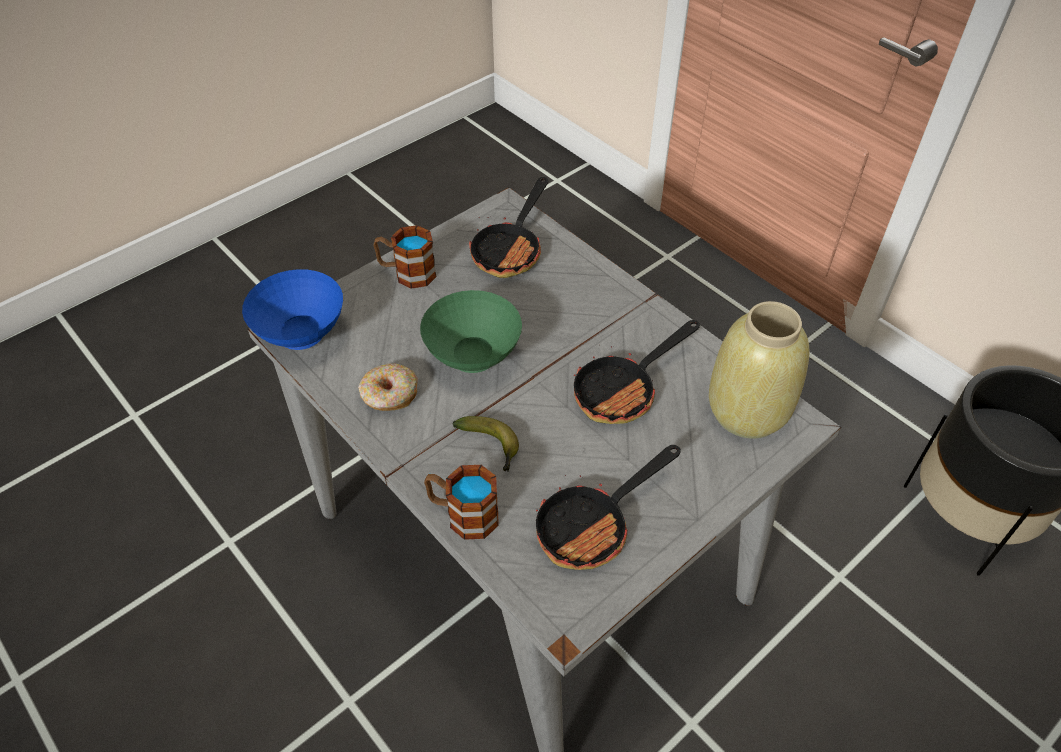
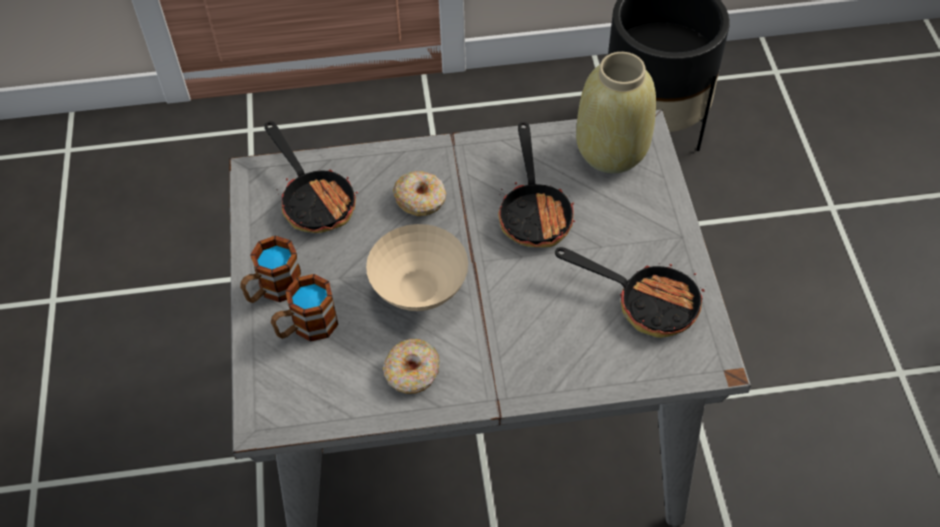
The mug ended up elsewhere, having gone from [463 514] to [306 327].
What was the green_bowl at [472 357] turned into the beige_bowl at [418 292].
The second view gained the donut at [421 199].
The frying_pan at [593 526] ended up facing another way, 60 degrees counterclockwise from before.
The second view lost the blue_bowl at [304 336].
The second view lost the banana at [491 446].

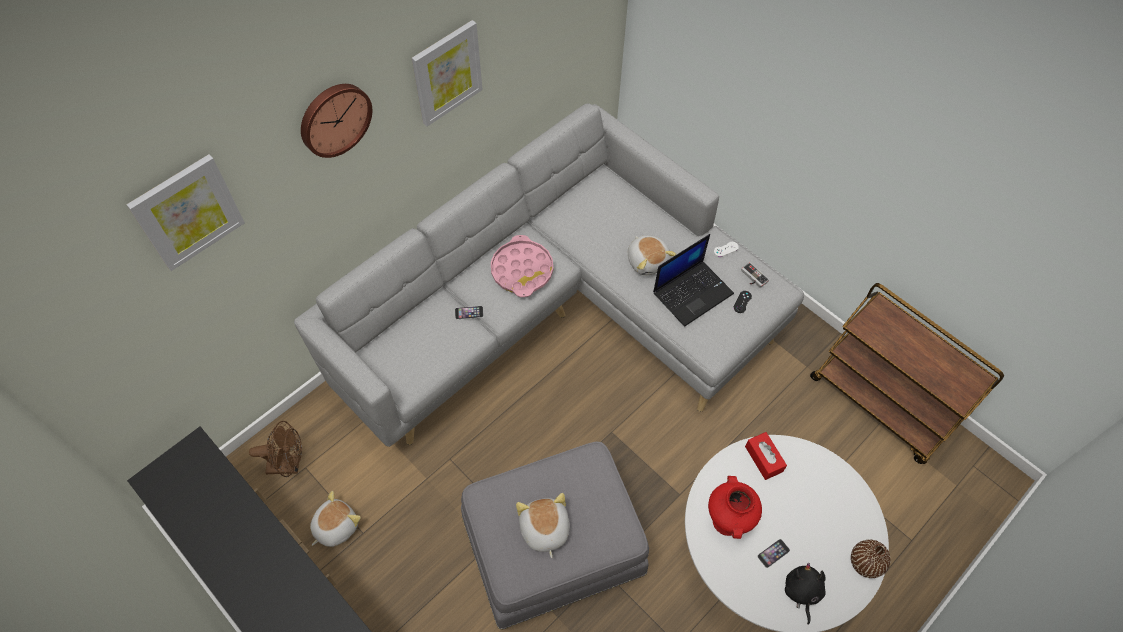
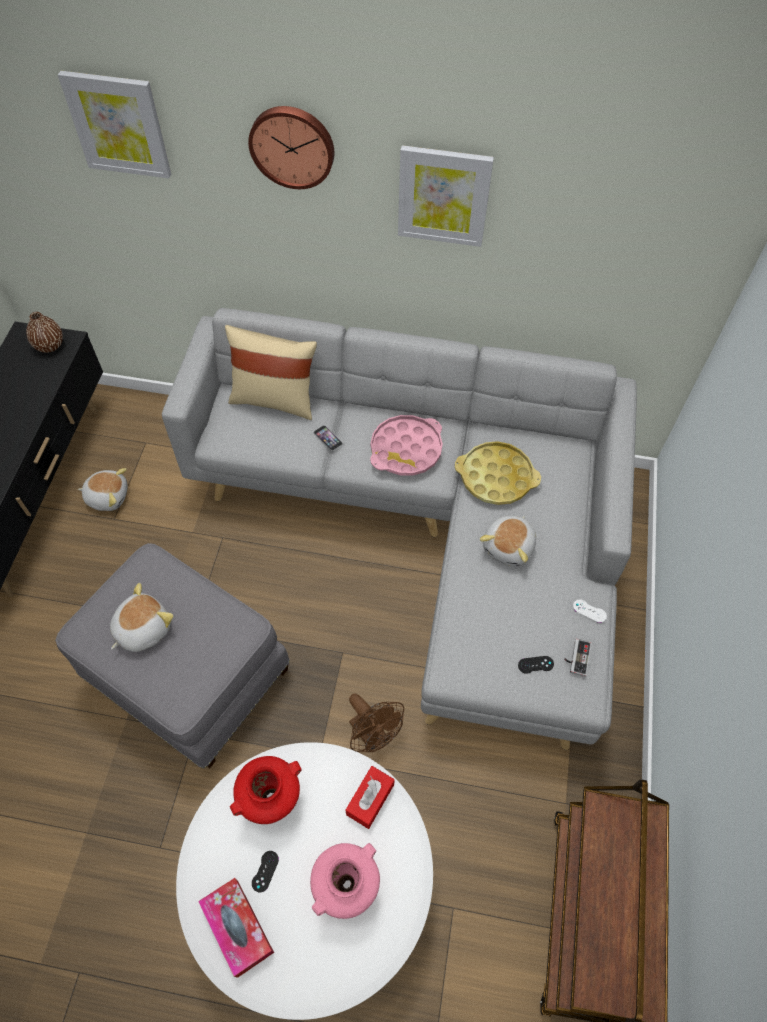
The brown_vase ended up elsewhere, having gone from [865 563] to [49 345].
Where the black_plush_toy stood at [802 592], the tissue_box came to stand at [238 928].
The second view gained the beige_pillow at [275 399].
Where the phone stood at [773 553], the black_game_controller came to stand at [265 871].
The second view gained the pink_vase at [346 888].
The brown_fan ended up elsewhere, having gone from [289 465] to [373 735].
The second view gained the yellow_tray at [496 477].
The second view lost the laptop at [693 292].

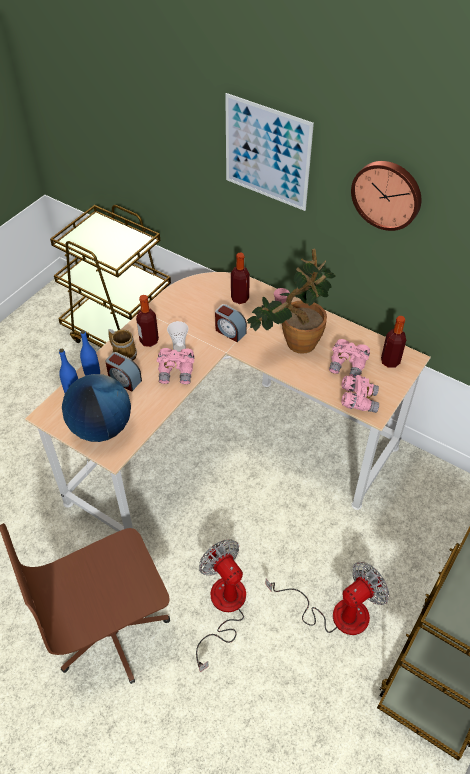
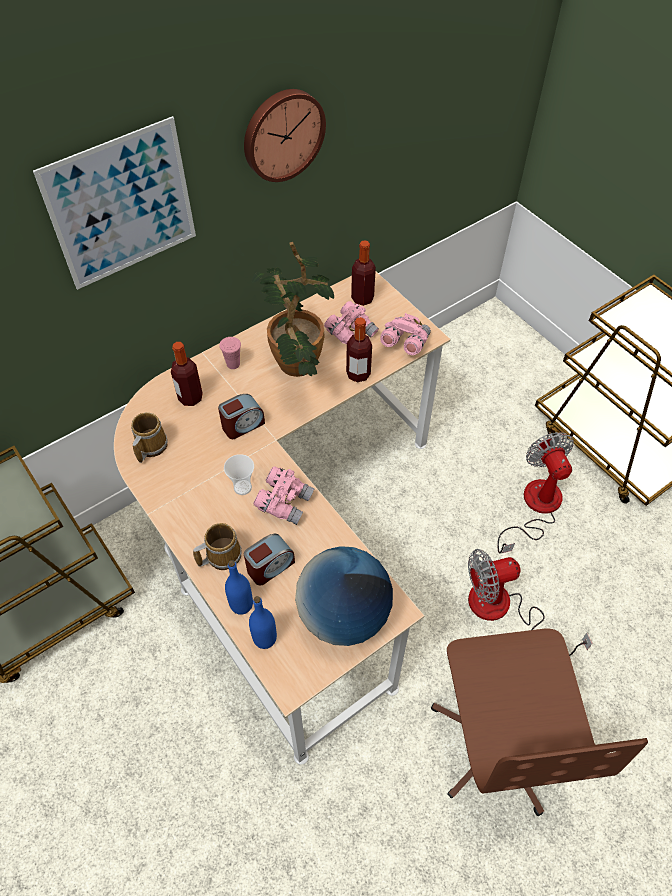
The second view gained the mug at [150 446].
The bottle ended up elsewhere, having gone from [149 341] to [358 374].

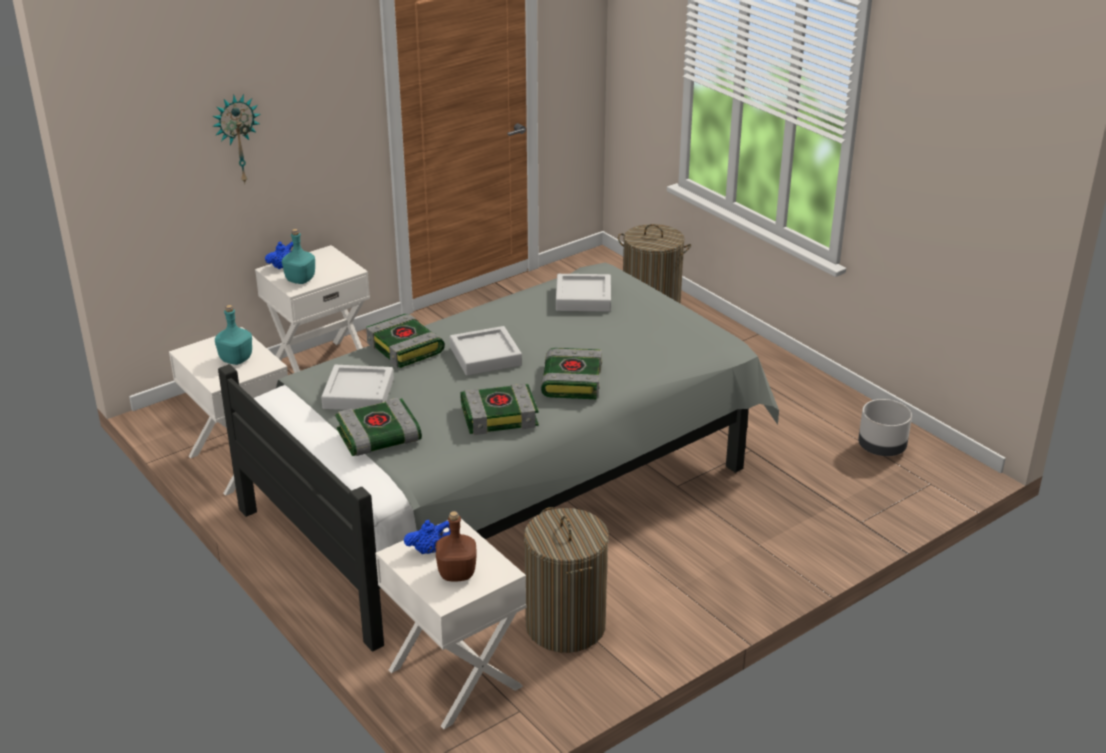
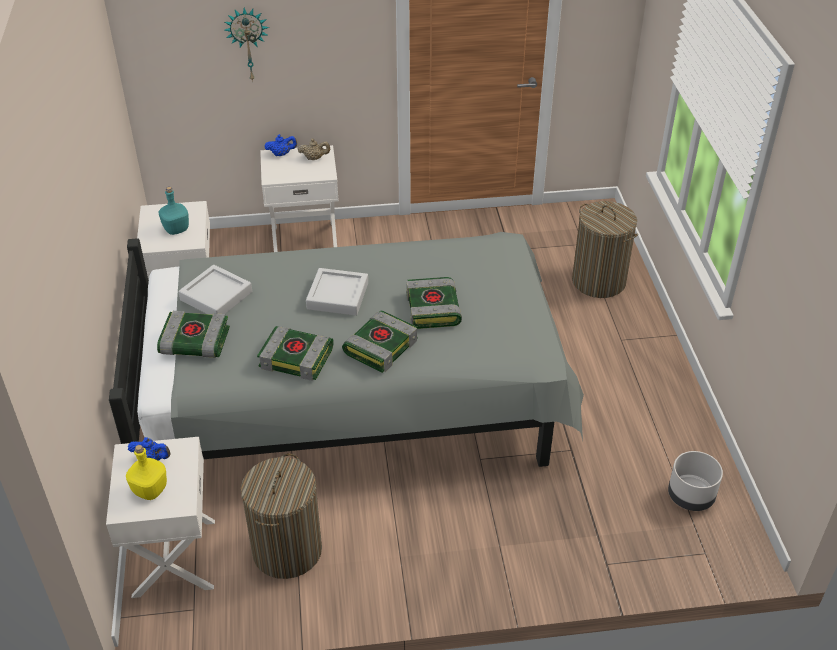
What was the brown_bottle at [456 573] turned into the yellow_bottle at [150 489].
The second view gained the beige_teapot at [314 158].
The book ended up elsewhere, having gone from [406 348] to [434 309].
The second view lost the turquoise_bottle at [300 279].
The second view lost the grey_tray at [583 298].

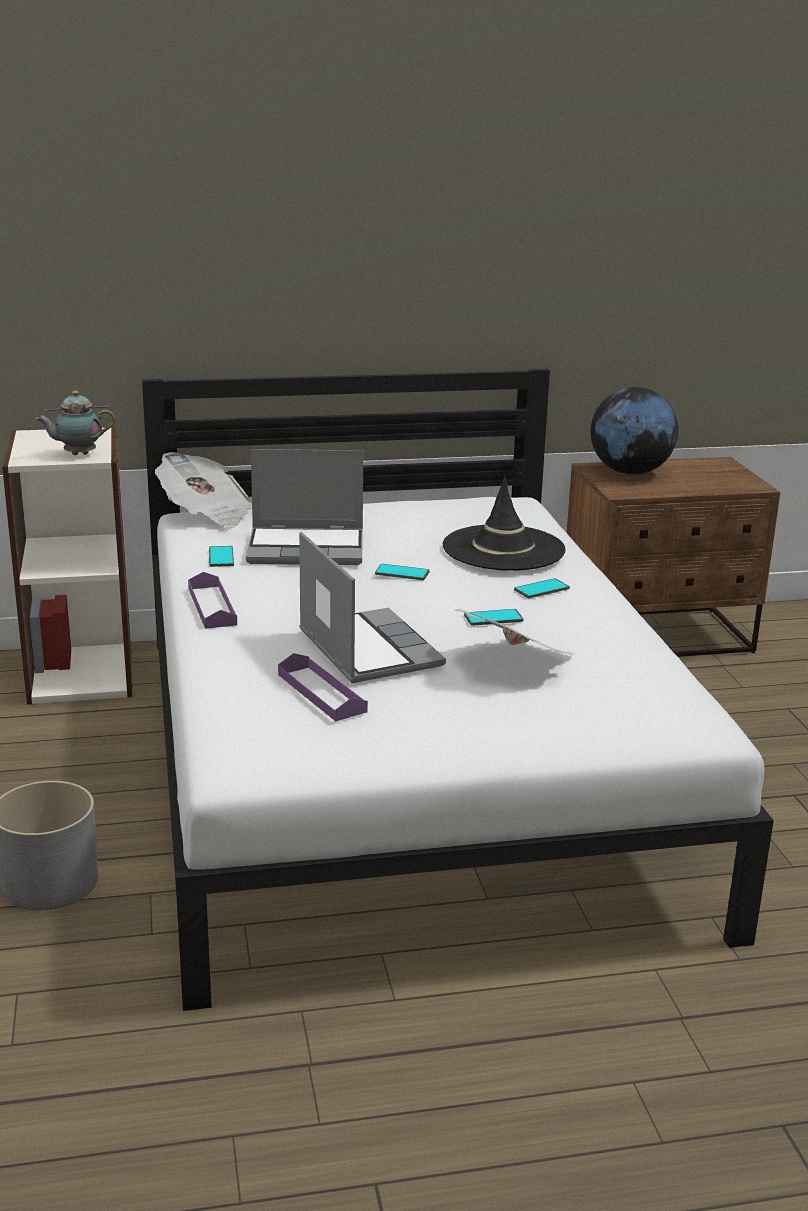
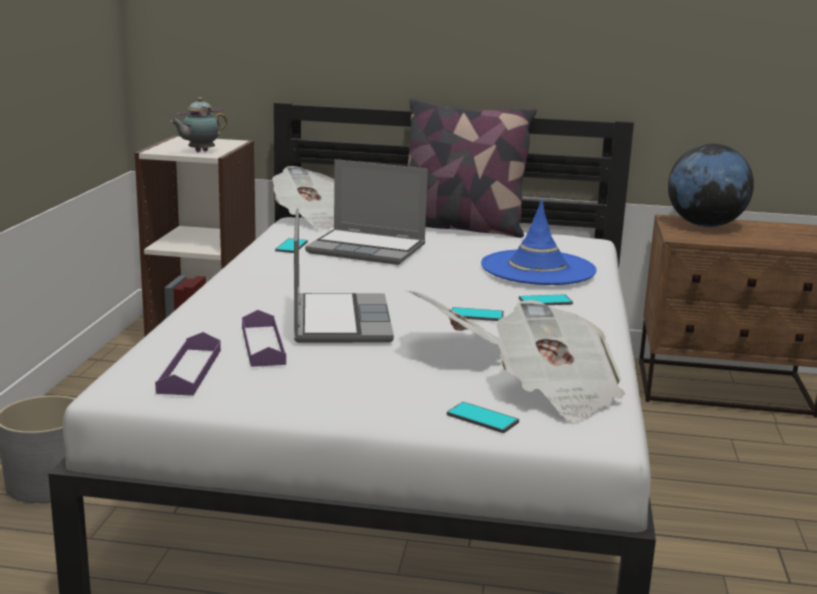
The purple_tray ended up elsewhere, having gone from [212 606] to [189 371].
The teapot at [77 454] ended up facing another way, 45 degrees counterclockwise from before.
The second view gained the pillow at [460 228].
The phone ended up elsewhere, having gone from [402 573] to [482 418].
What was the black_hat at [503 549] turned into the blue_hat at [538 268].
The second view gained the newspaper at [557 392].

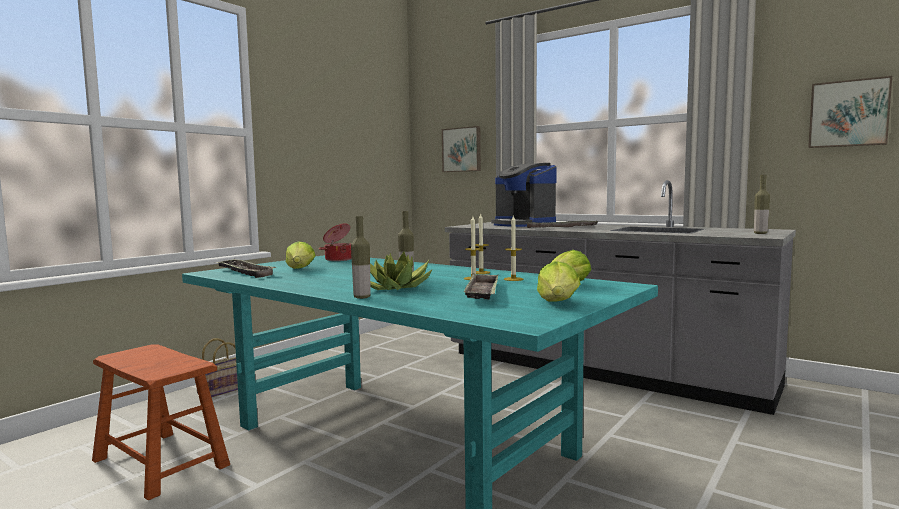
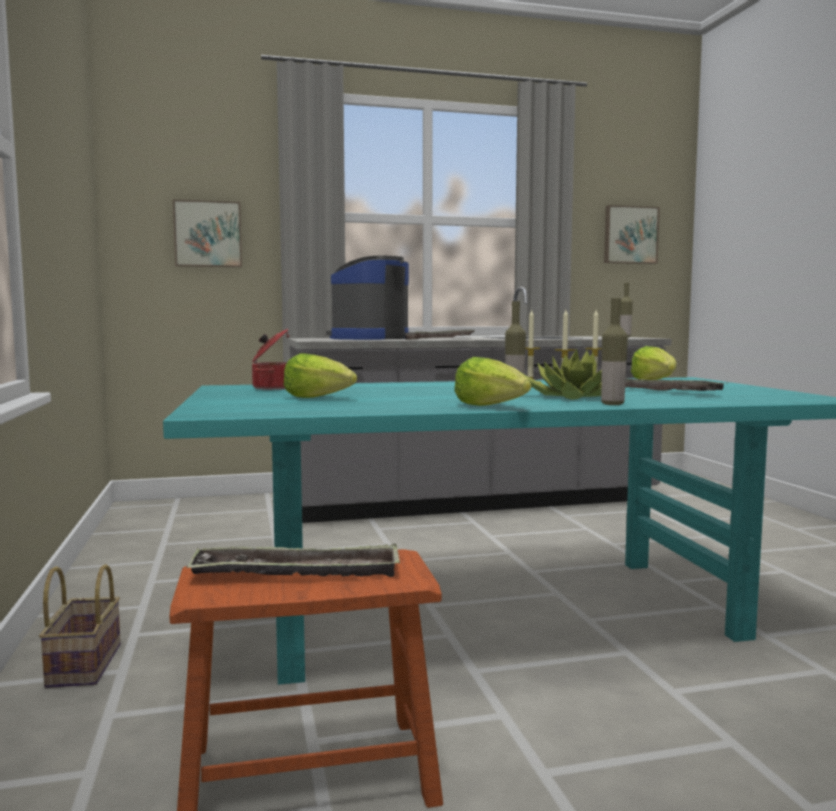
The tray ended up elsewhere, having gone from [244 272] to [297 572].
The coffee_machine at [523 224] ended up facing another way, 120 degrees clockwise from before.
The lettuce ended up elsewhere, having gone from [558 303] to [492 406].

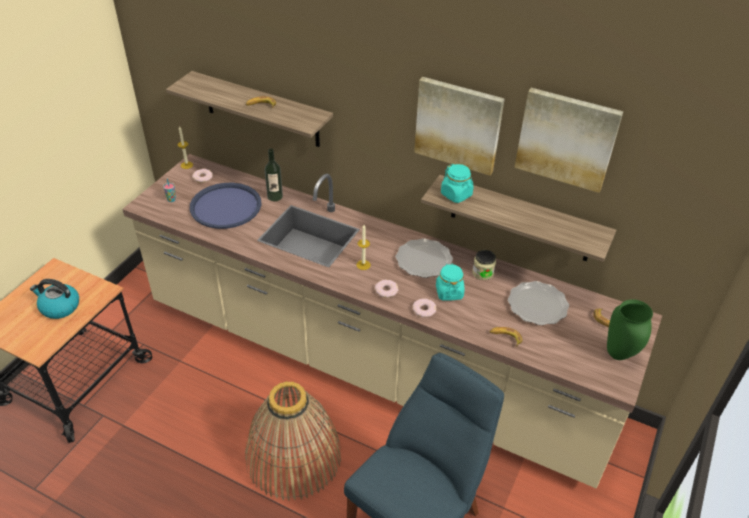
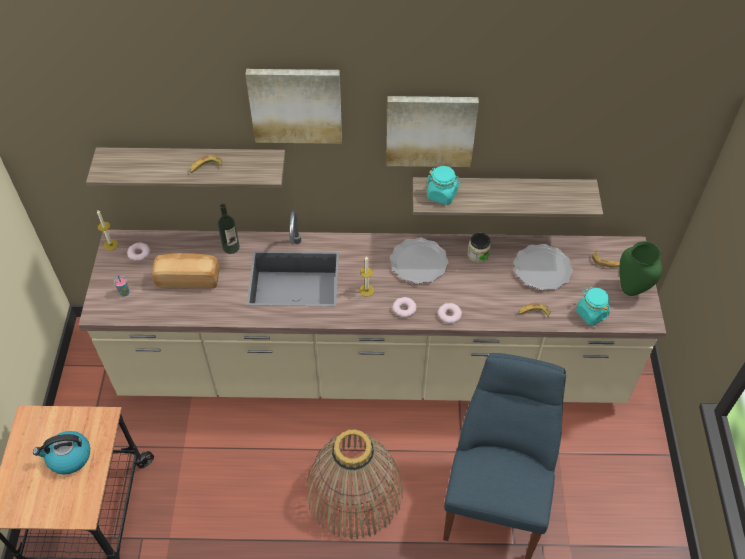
Where the blue_tray stood at [226 206], the bread came to stand at [188 278].
The picture ended up elsewhere, having gone from [567 139] to [296 104].
The turquoise_jar ended up elsewhere, having gone from [449 292] to [591 313].

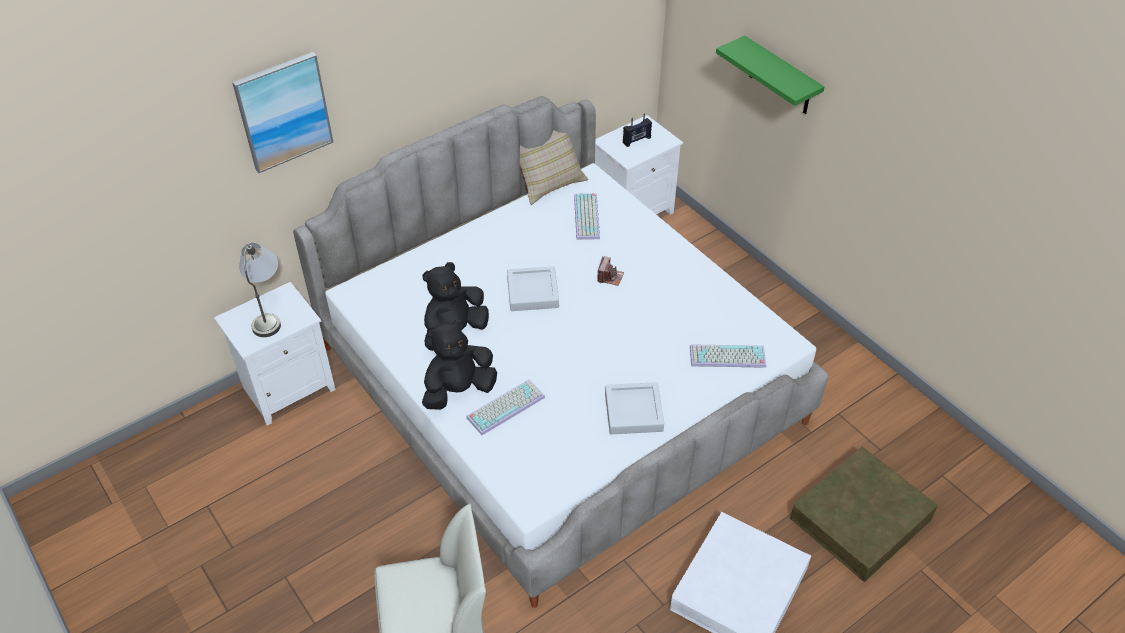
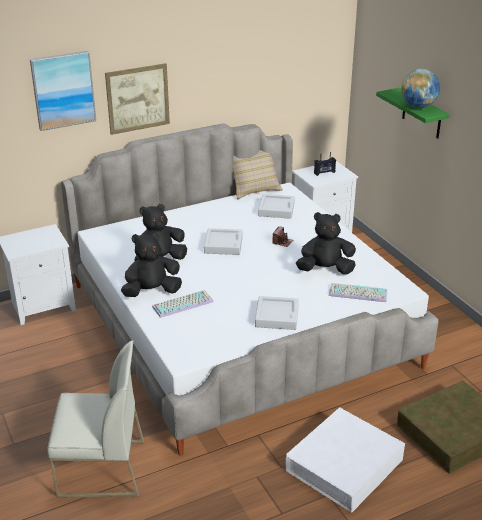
The second view gained the picture at [138 98].
Where the keyboard stood at [588 217], the grey_tray came to stand at [276 209].
The second view gained the black_plush_toy at [325 270].
The second view gained the globe at [418 106].
The second view lost the grey_table_lamp at [269 312].

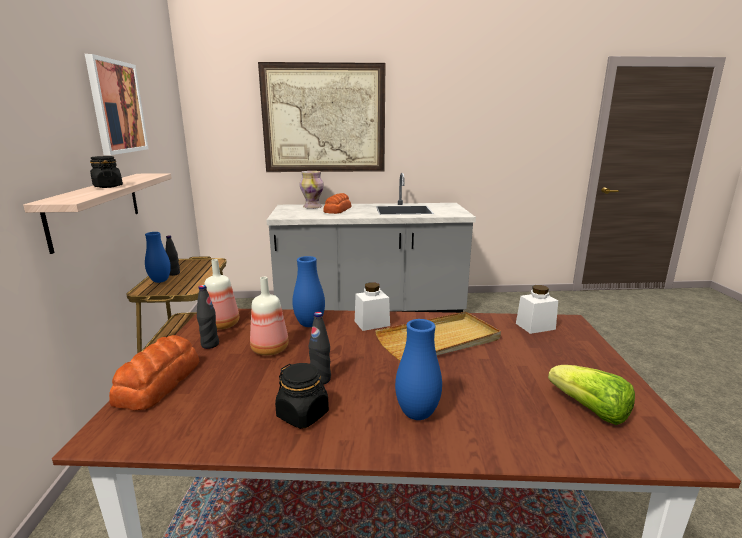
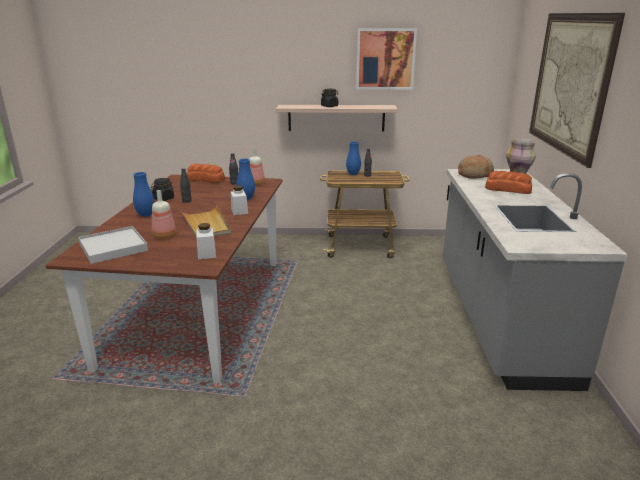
Where the lettuce stood at [590 410], the white_tray came to stand at [113 247].
The bottle ended up elsewhere, having gone from [271 349] to [164 236].
The second view gained the bread at [474 175].

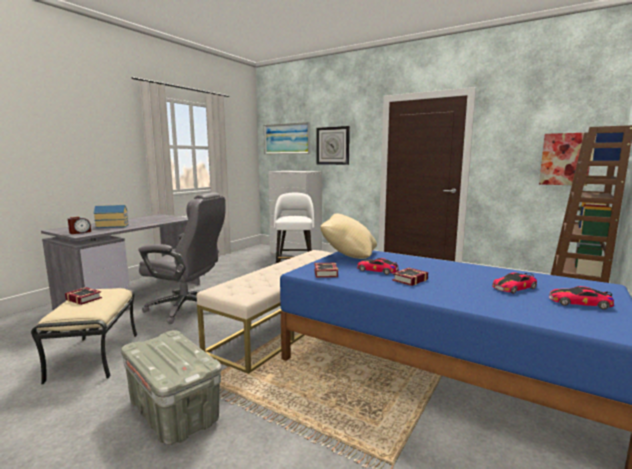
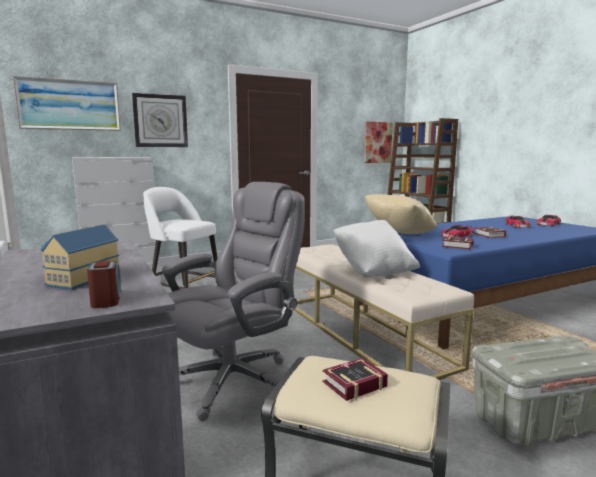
The second view gained the white_pillow at [374 271].

